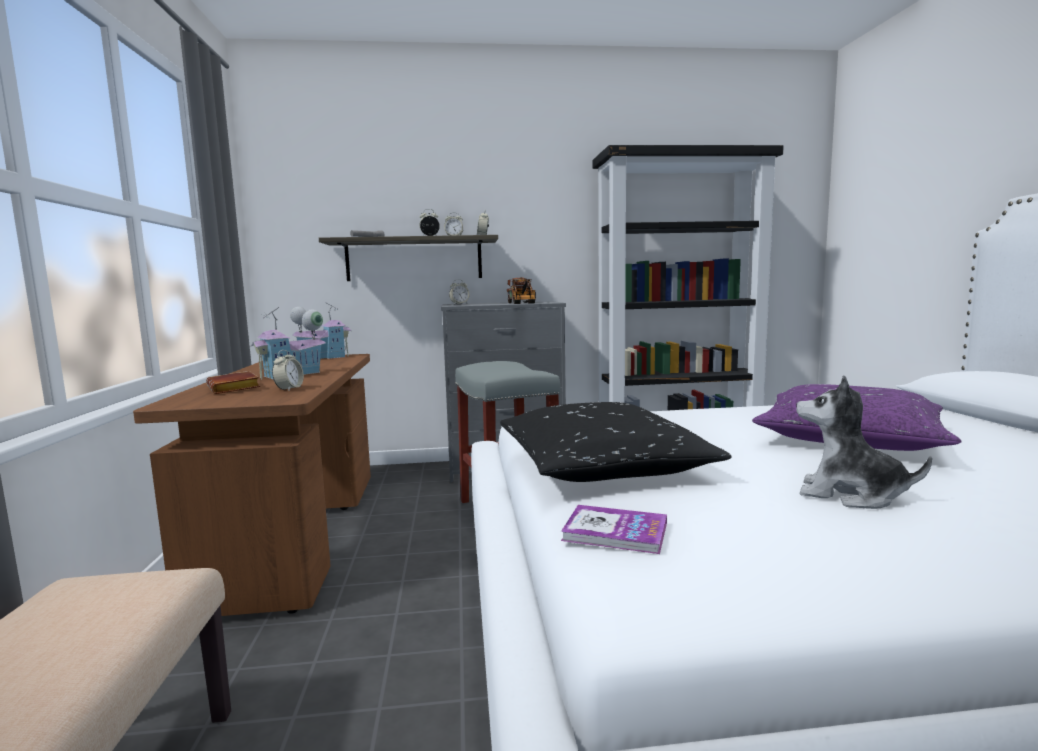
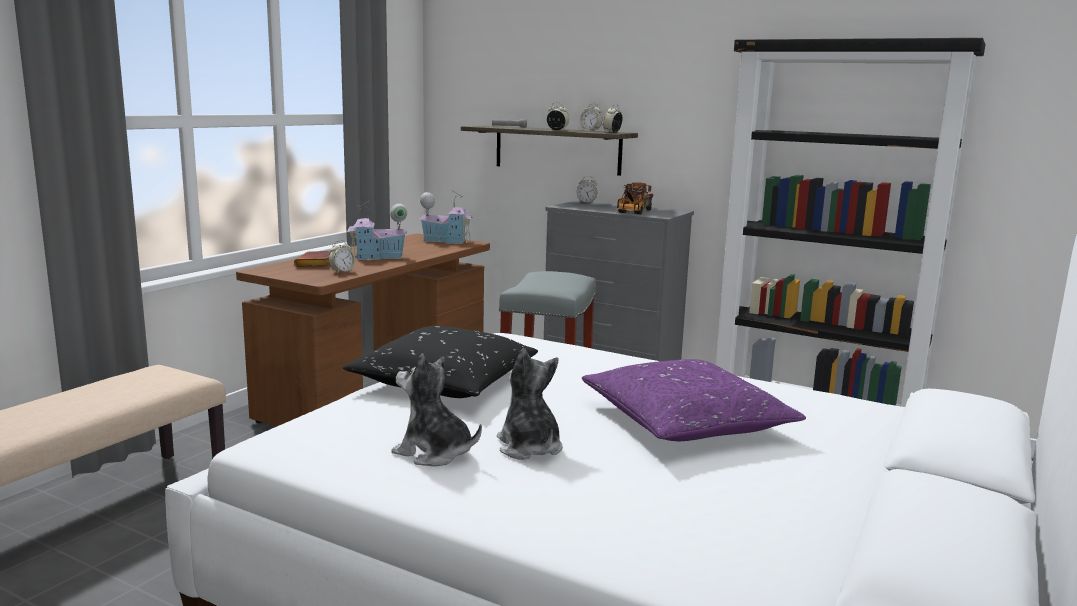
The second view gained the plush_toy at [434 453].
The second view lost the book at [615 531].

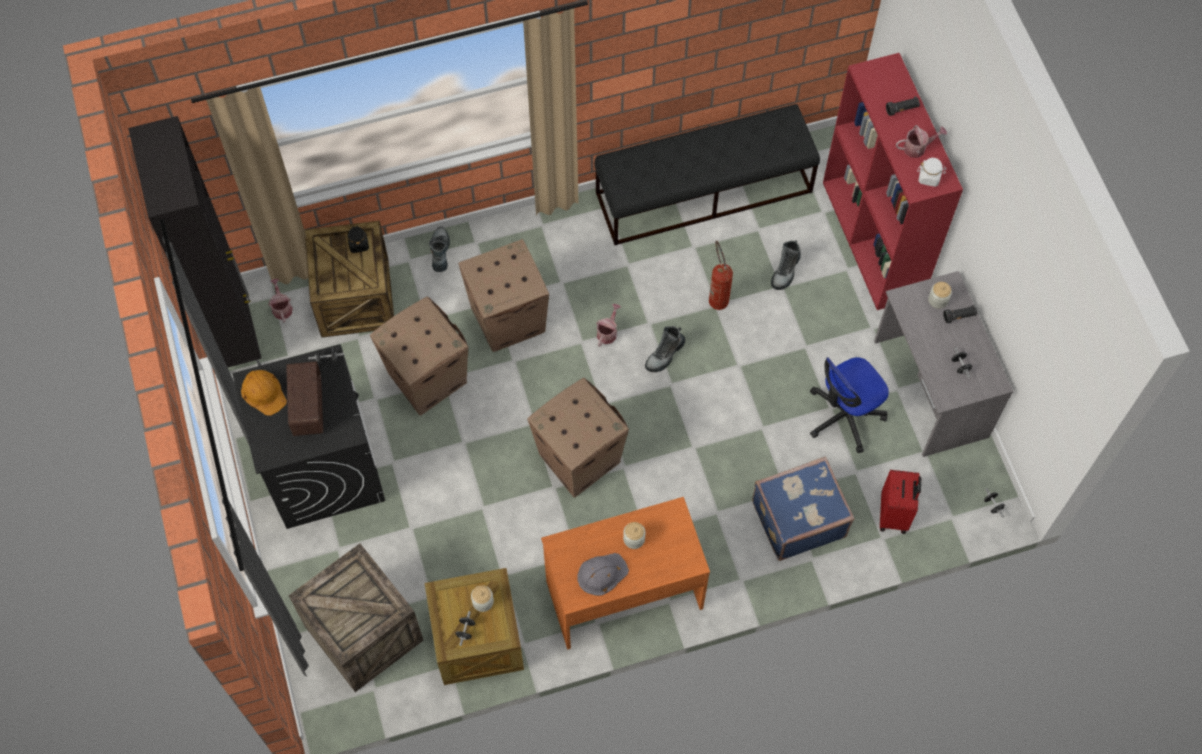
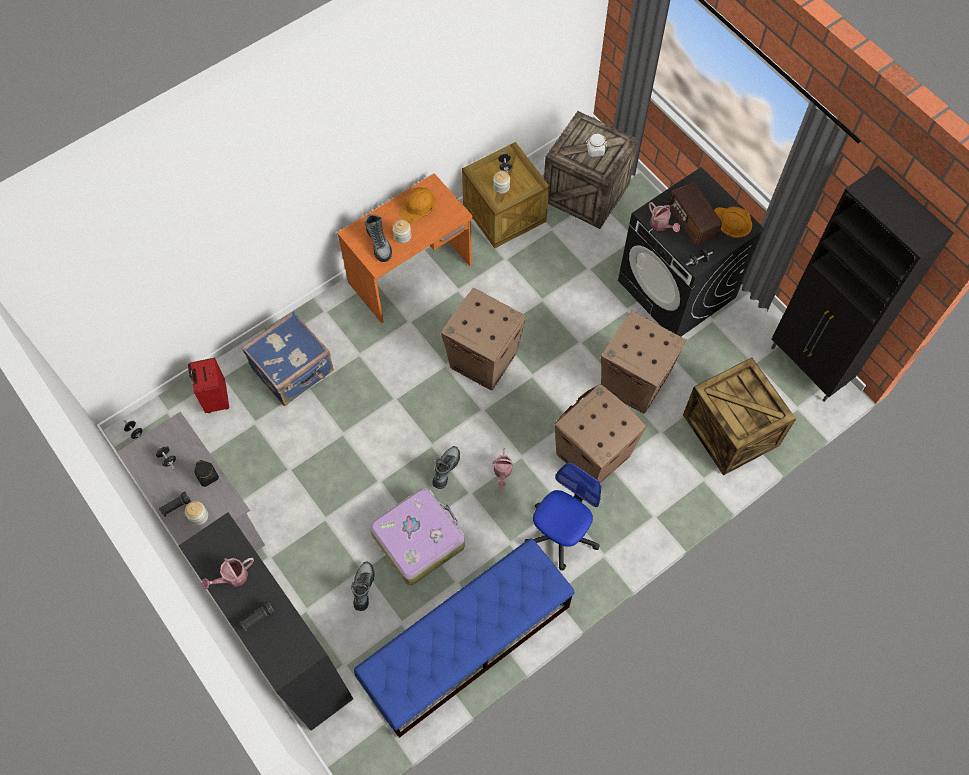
What was the red_bookcase at [874 239] turned into the black_bookcase at [287 651].
The black_jar ended up elsewhere, having gone from [358 244] to [207 476].
What was the black_bench at [704 192] turned into the blue_bench at [466 645].
The boot ended up elsewhere, having gone from [440 252] to [379 244].
Where the fire_extinguisher stood at [717 297], the suitcase came to stand at [418 539].
What was the grey_hard_hat at [601 573] turned into the orange_hard_hat at [417 206].
The office_chair ended up elsewhere, having gone from [844 416] to [561 534].
The white_jar ended up elsewhere, having gone from [929 177] to [595 150].
The watering_can ended up elsewhere, having gone from [281 307] to [661 225].

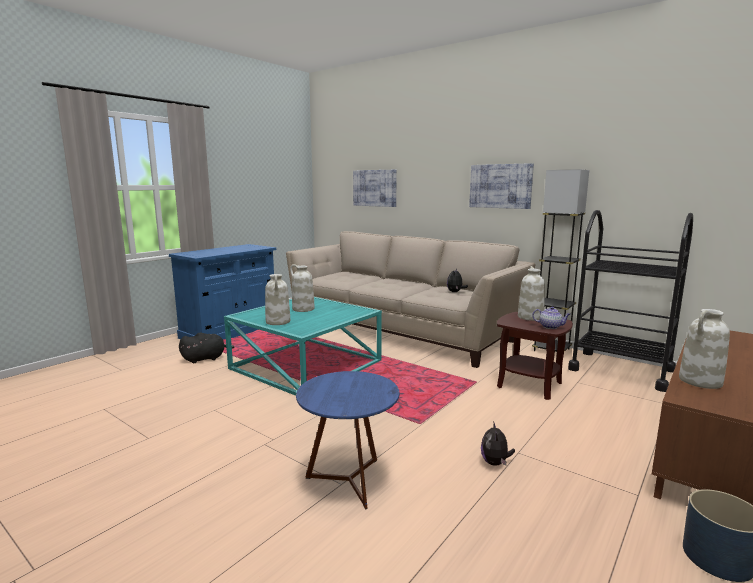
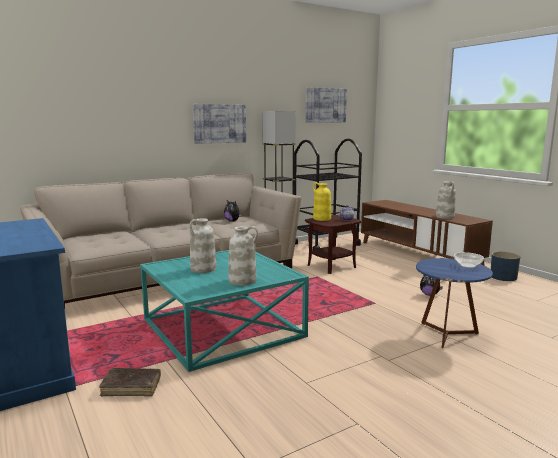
Where the black_plush_toy stood at [205 359], the brown_book came to stand at [131 387].
The picture ended up elsewhere, having gone from [374 188] to [325 105].
What was the white_vase at [530 317] turned into the yellow_vase at [321 219].
The second view gained the bowl at [468 266].

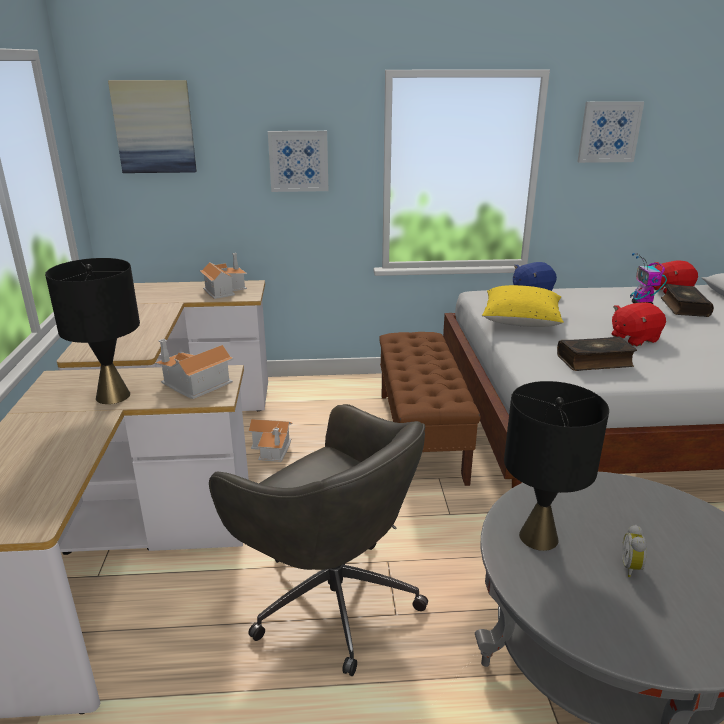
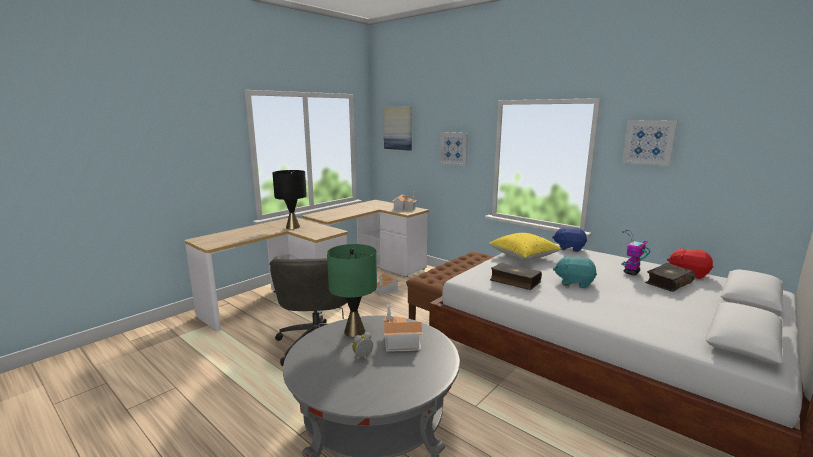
What was the black_table_lamp at [538 537] turned into the green_table_lamp at [354 331].
The toy_house ended up elsewhere, having gone from [194 384] to [399 341].
What was the red_plush_toy at [634 338] turned into the turquoise_plush_toy at [574 282].

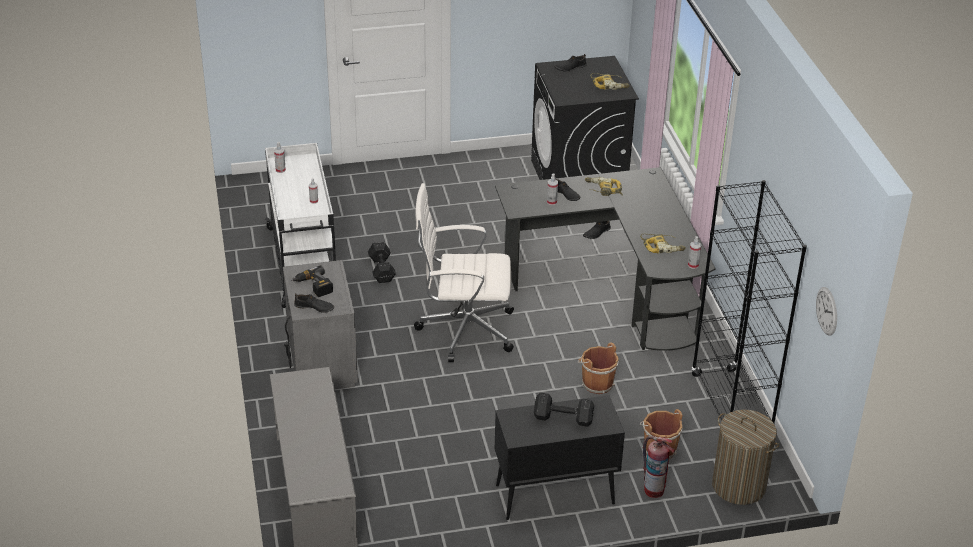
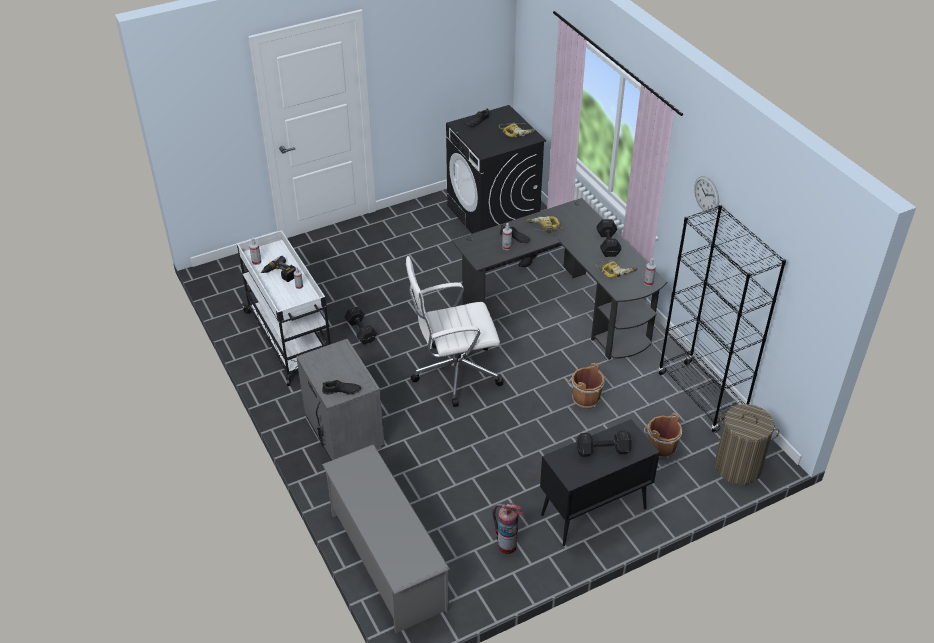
The power_drill ended up elsewhere, having gone from [313 286] to [280 274].
The fire_extinguisher ended up elsewhere, having gone from [654 490] to [507 545].
The second view gained the black_dumbbell at [608 244].
The wall_clock ended up elsewhere, having gone from [827 311] to [706 194].

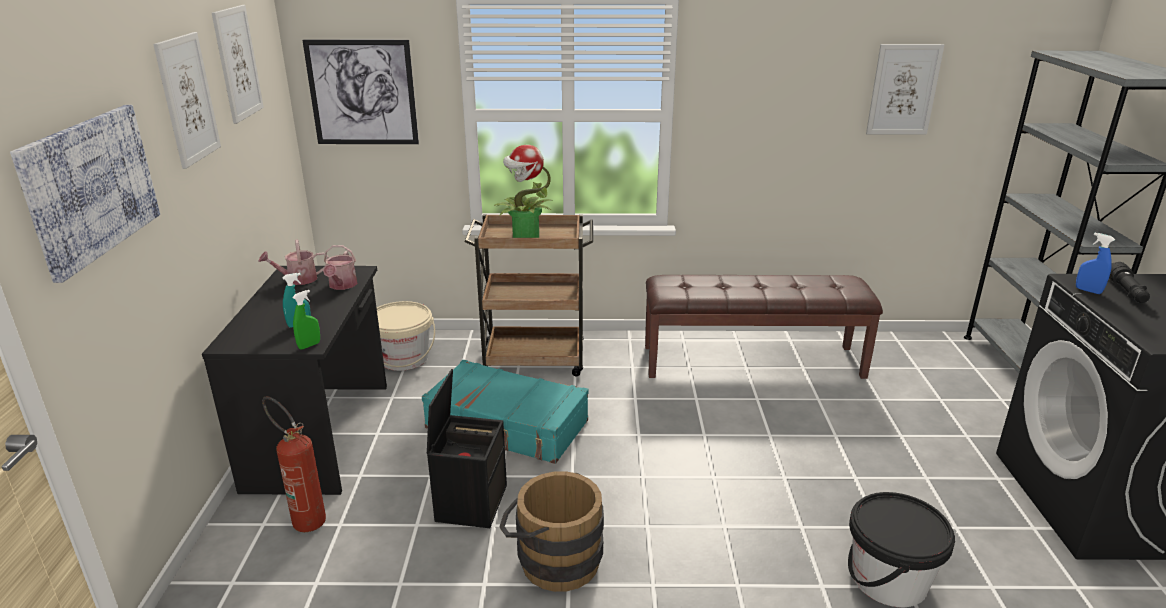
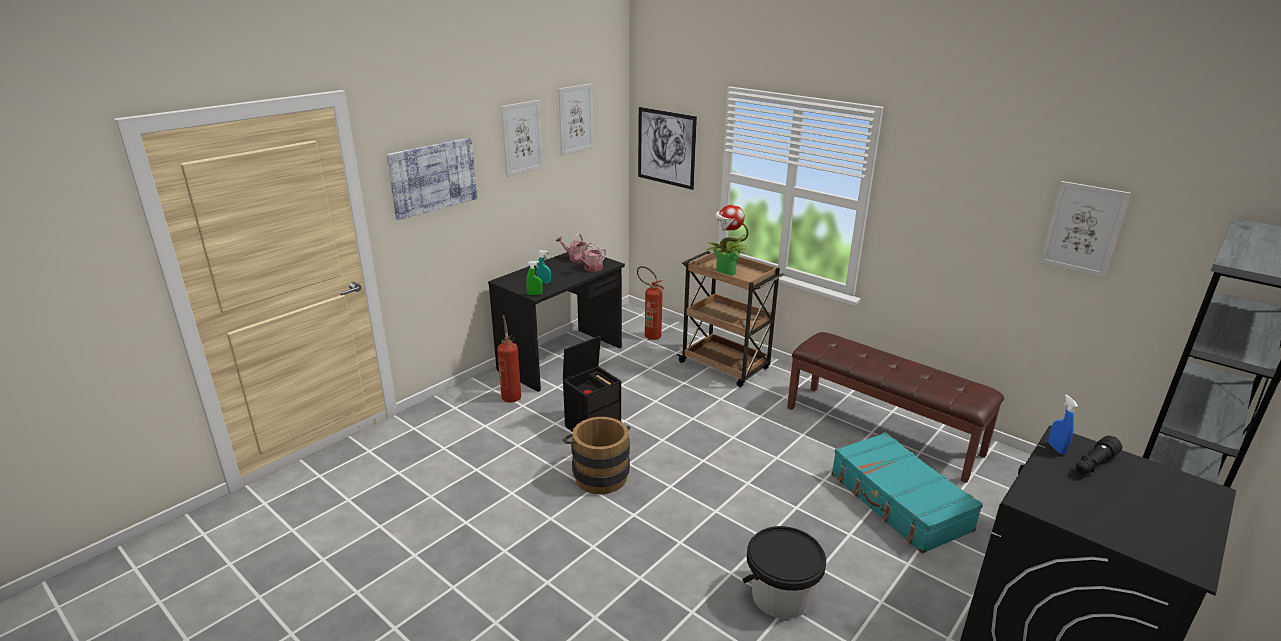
Where the beige_bucket stood at [404 358], the fire_extinguisher came to stand at [649 335].
The turquoise_suitcase ended up elsewhere, having gone from [507 425] to [898 502].

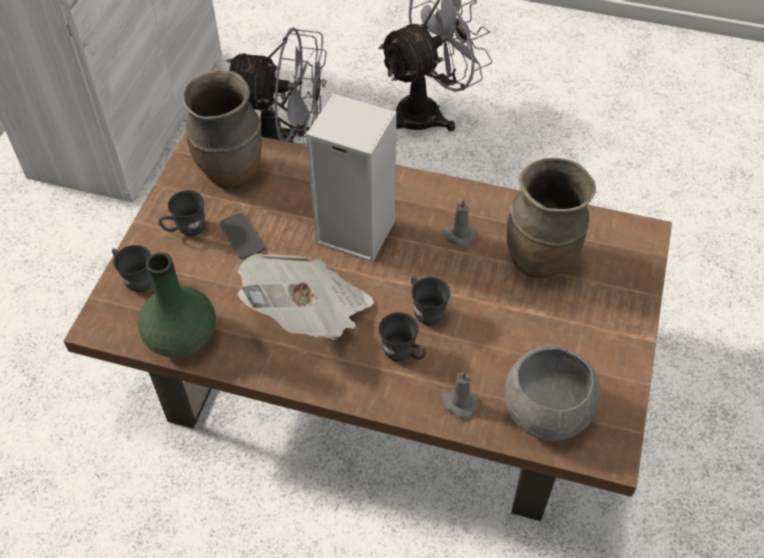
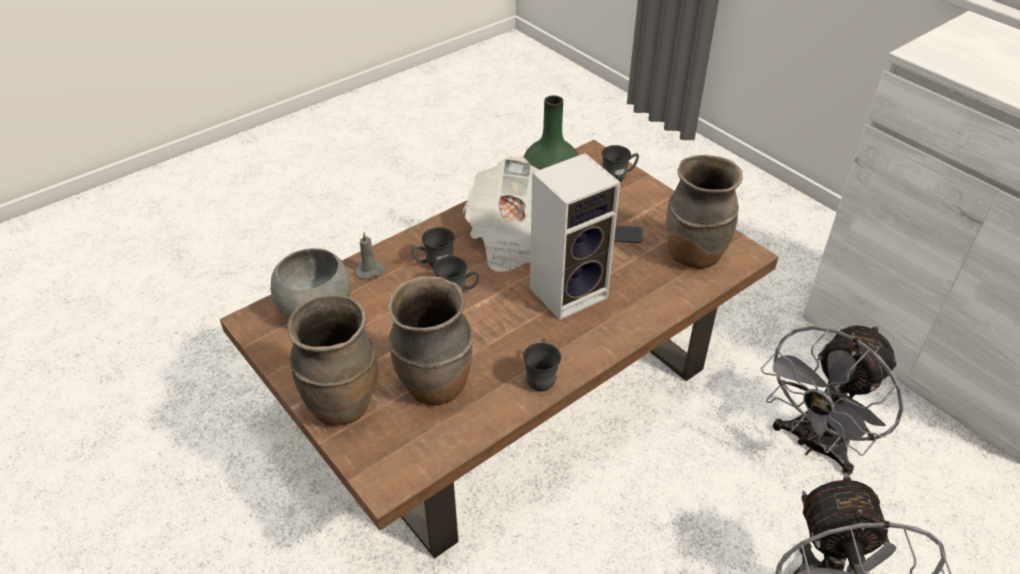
The second view gained the brown_vase at [342 404].
The grey_mug ended up elsewhere, having gone from [185 230] to [541 377].
The second view lost the grey_candle at [458 235].

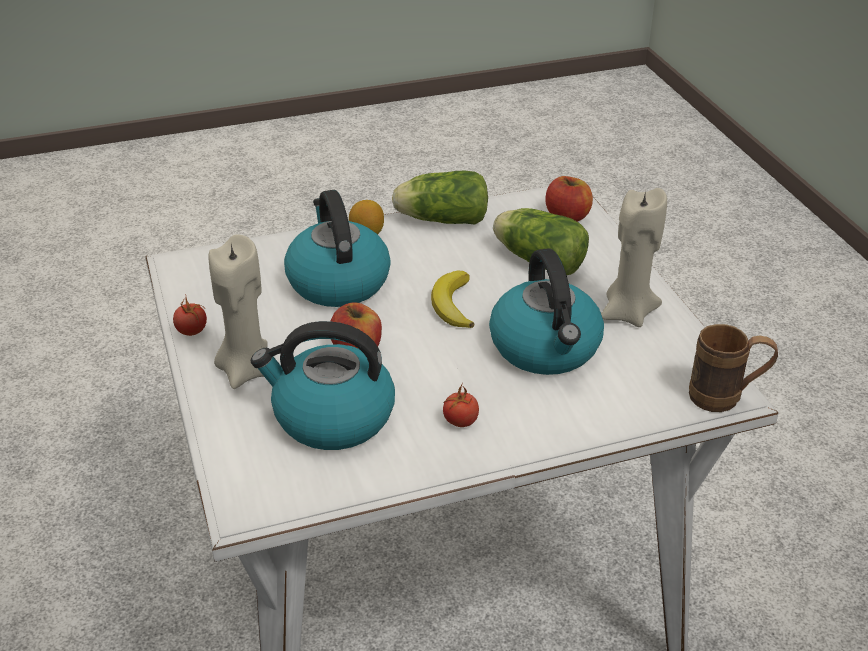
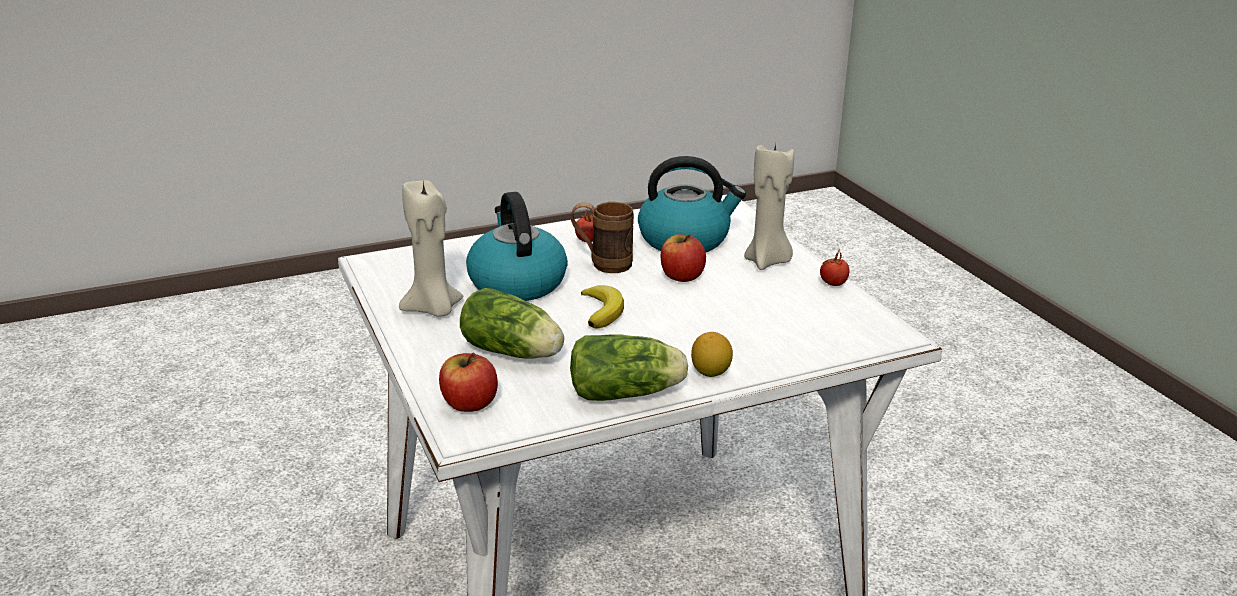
The brown_mug ended up elsewhere, having gone from [726 398] to [602 264].
The second view lost the kettle at [337 281].

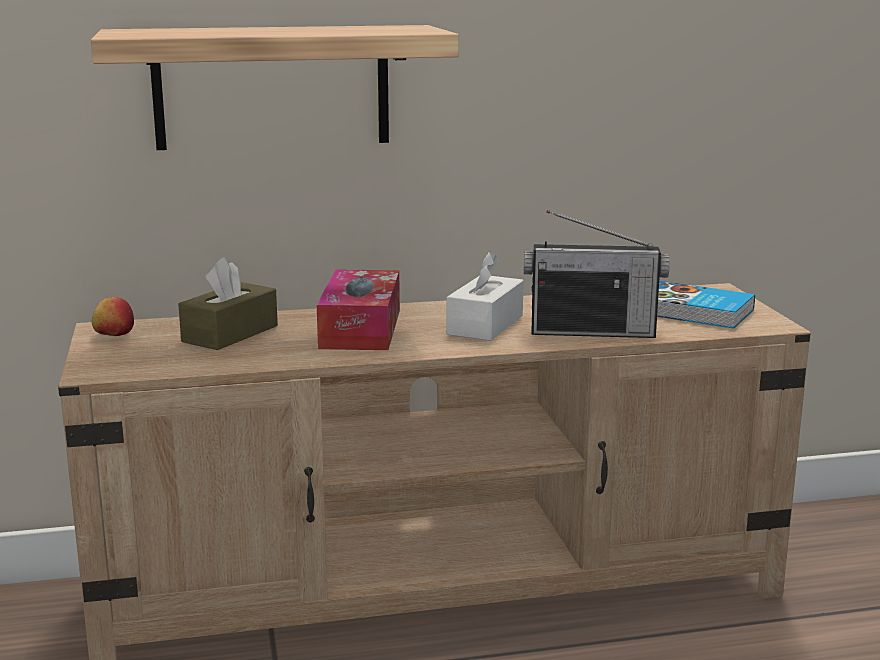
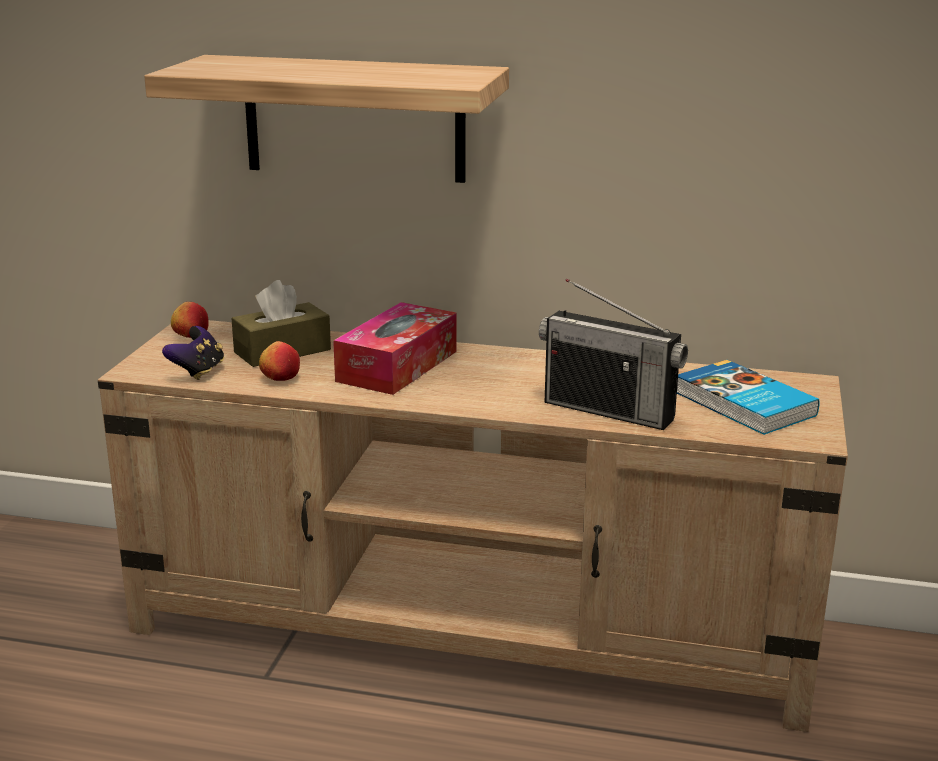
The second view gained the game_controller at [198 372].
The second view gained the apple at [280 378].
The second view lost the white_tissue_box at [485 325].

